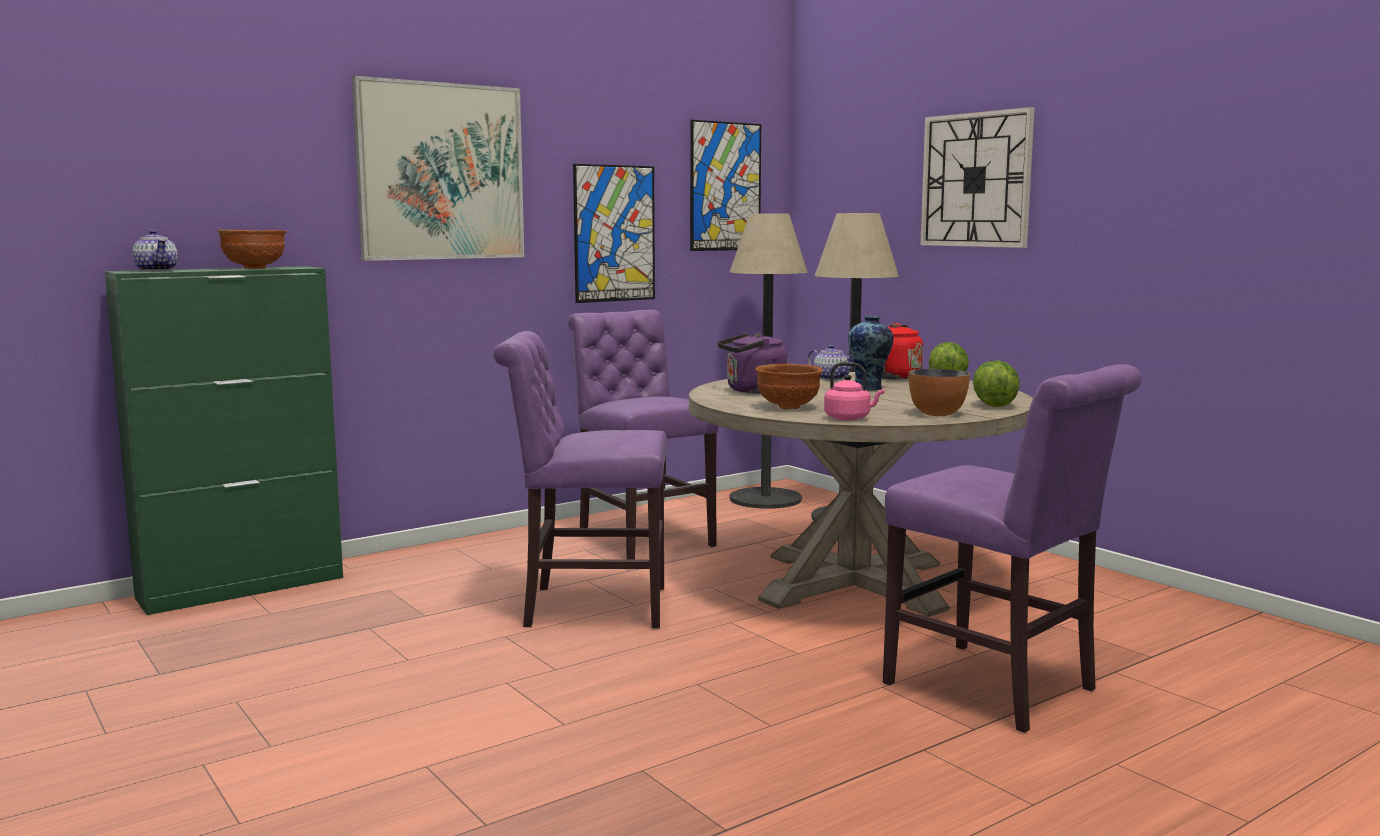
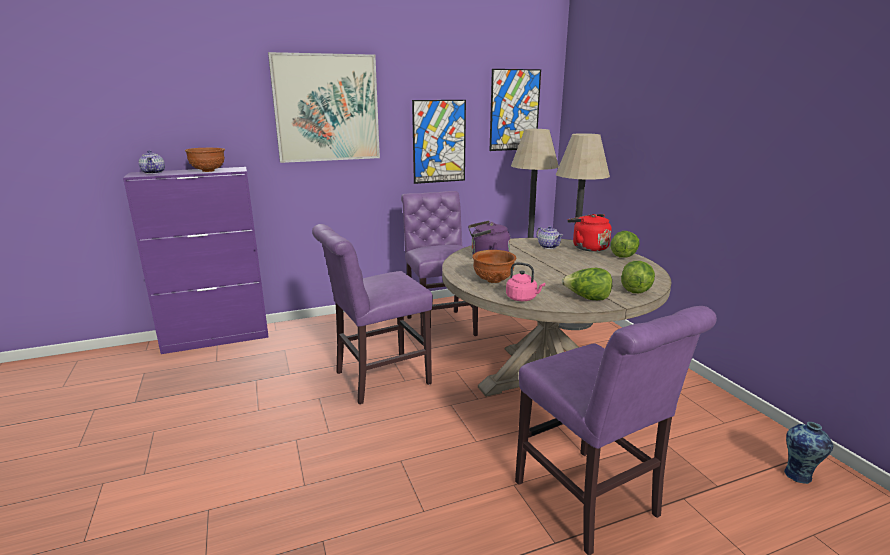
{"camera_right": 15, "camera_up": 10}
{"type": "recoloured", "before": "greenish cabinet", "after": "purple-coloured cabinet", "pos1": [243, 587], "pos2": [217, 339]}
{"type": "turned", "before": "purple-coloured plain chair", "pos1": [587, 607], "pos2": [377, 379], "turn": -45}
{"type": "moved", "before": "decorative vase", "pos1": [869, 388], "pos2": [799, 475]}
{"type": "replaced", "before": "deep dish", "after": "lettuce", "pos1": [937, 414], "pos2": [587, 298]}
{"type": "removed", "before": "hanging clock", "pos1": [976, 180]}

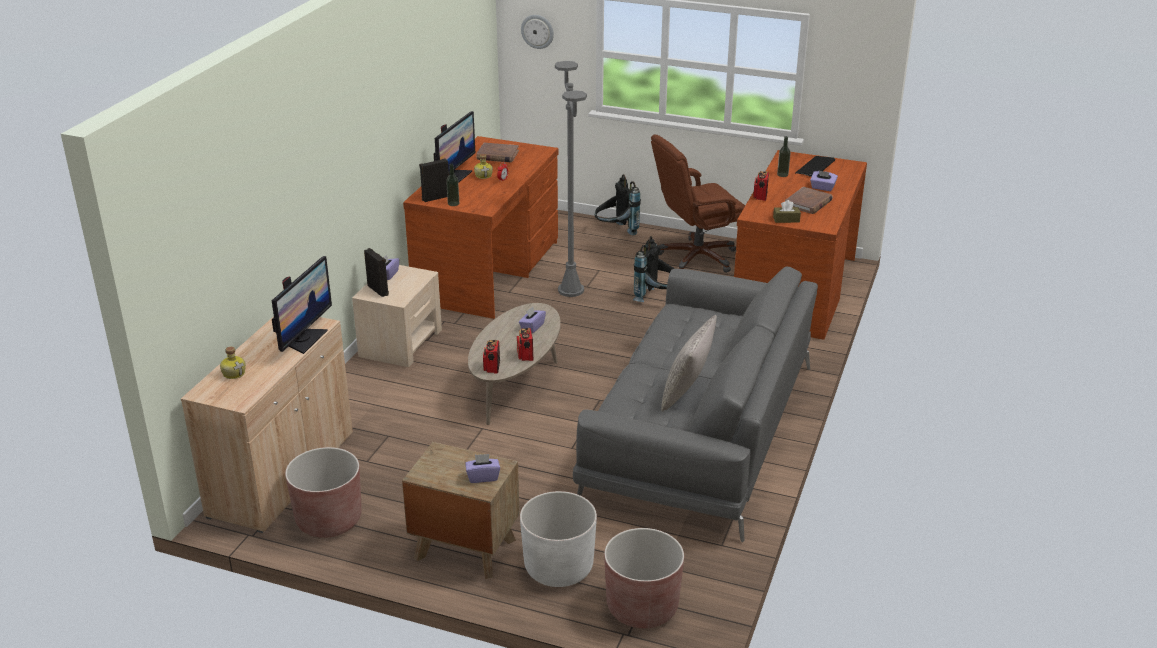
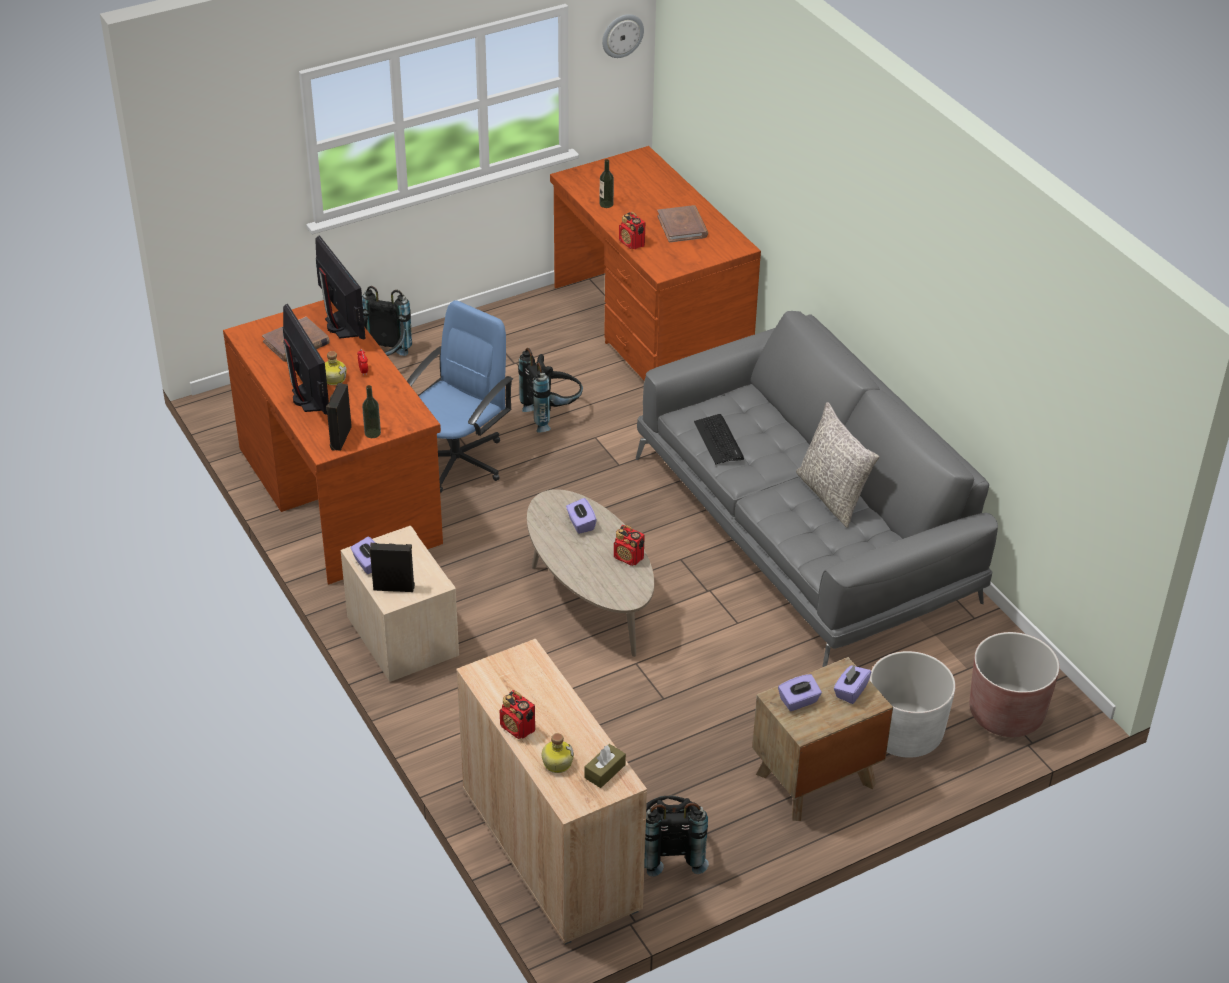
{"camera_right": -50, "camera_up": 10}
{"type": "moved", "before": "computer display", "pos1": [305, 339], "pos2": [340, 326]}
{"type": "replaced", "before": "brownish planter", "after": "blackish knapsack", "pos1": [329, 520], "pos2": [670, 851]}
{"type": "moved", "before": "radio set", "pos1": [492, 368], "pos2": [518, 728]}
{"type": "moved", "before": "hanging clock", "pos1": [537, 31], "pos2": [622, 35]}
{"type": "replaced", "before": "grey standing lamp", "after": "blue-coloured office chair", "pos1": [571, 290], "pos2": [458, 460]}
{"type": "removed", "before": "brownish office chair", "pos1": [697, 258]}
{"type": "moved", "before": "brownish tissue holder", "pos1": [786, 219], "pos2": [605, 771]}
{"type": "moved", "before": "PC keyboard", "pos1": [815, 167], "pos2": [719, 440]}
{"type": "moved", "before": "purple-coloured tissue holder", "pos1": [822, 188], "pos2": [799, 701]}

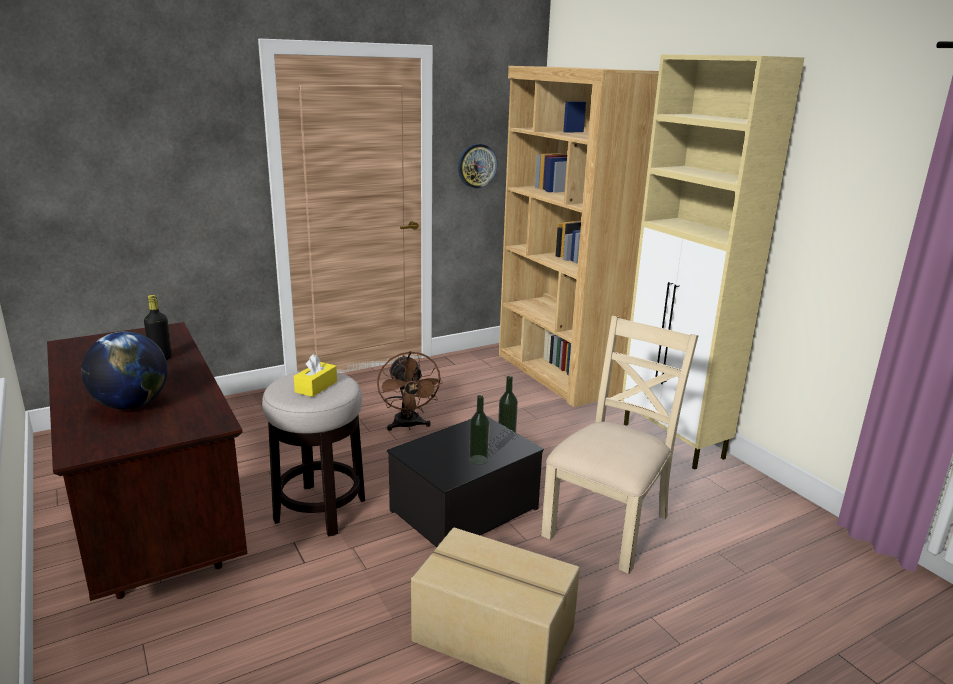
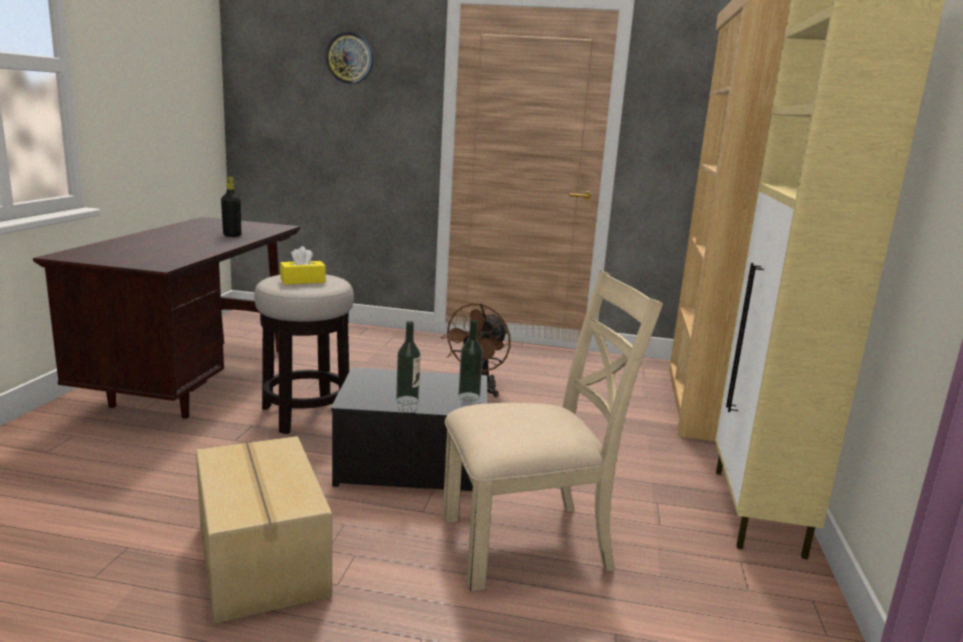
{"camera_right": 40, "camera_up": -5}
{"type": "removed", "before": "world globe", "pos1": [131, 405]}
{"type": "moved", "before": "hanging clock", "pos1": [477, 166], "pos2": [350, 58]}

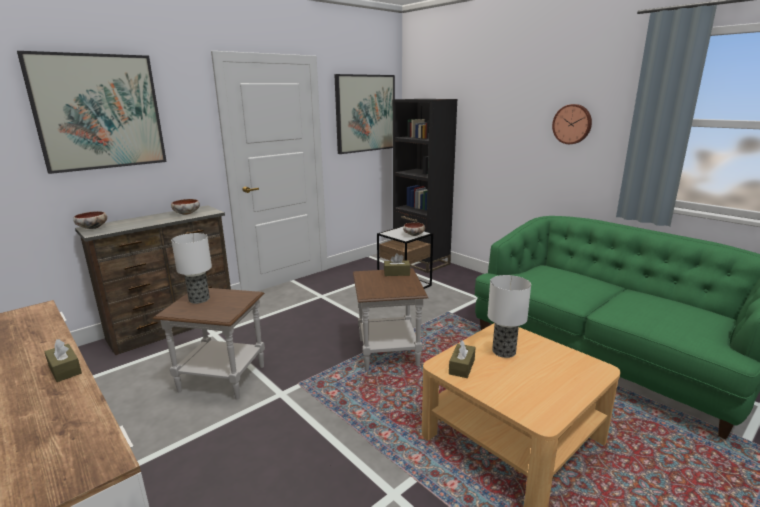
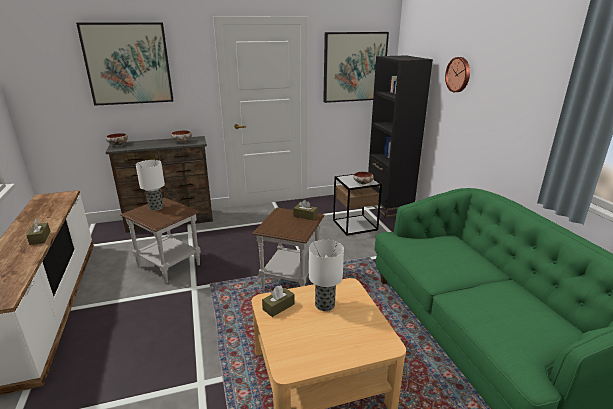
{"camera_right": 25, "camera_up": 5}
{"type": "moved", "before": "hanging clock", "pos1": [572, 124], "pos2": [458, 74]}

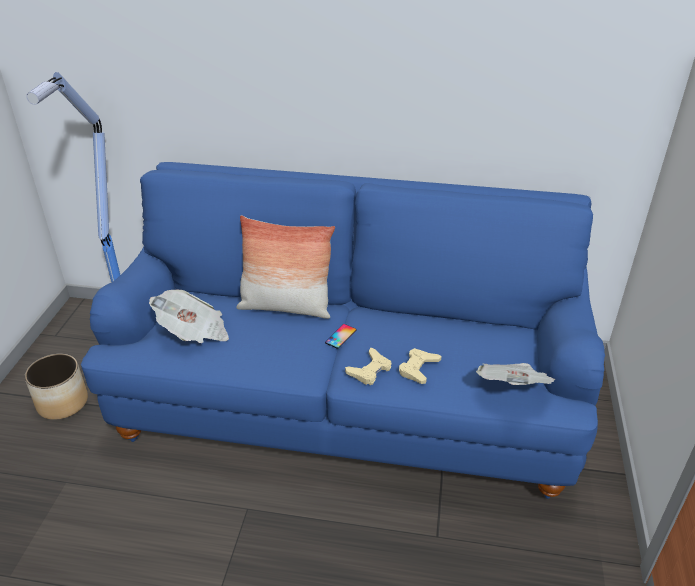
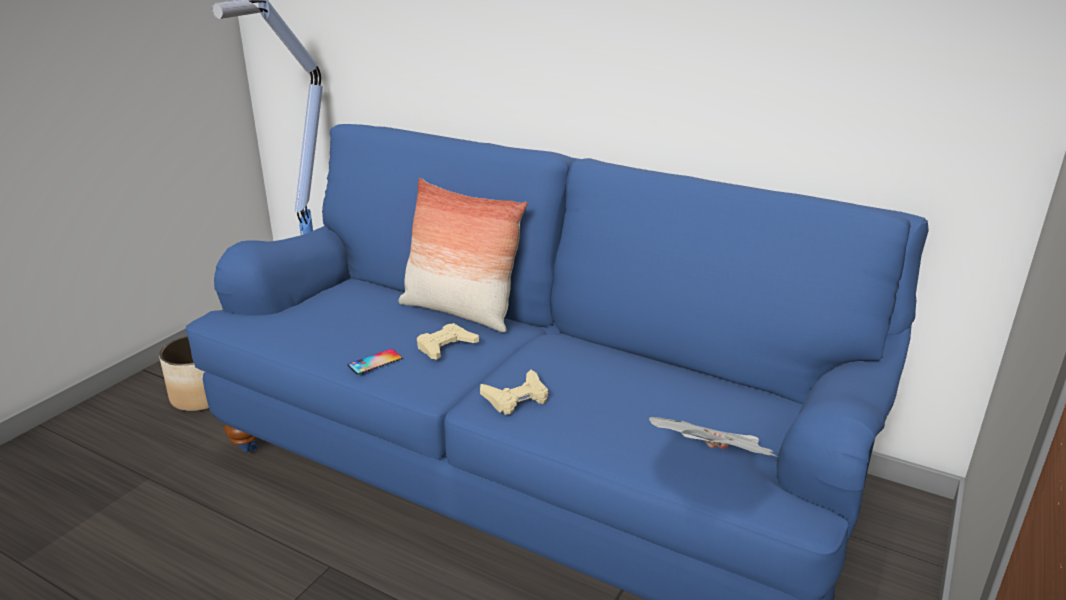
{"camera_right": 20, "camera_up": -10}
{"type": "removed", "before": "newspaper", "pos1": [194, 332]}
{"type": "moved", "before": "handset", "pos1": [340, 336], "pos2": [375, 362]}
{"type": "moved", "before": "beige-coloured joypad", "pos1": [418, 369], "pos2": [446, 346]}

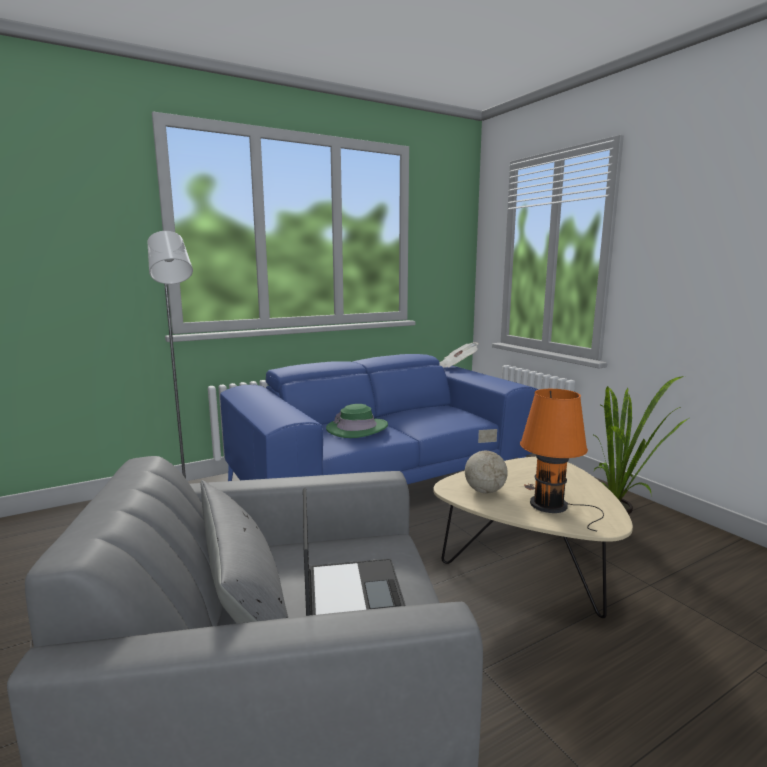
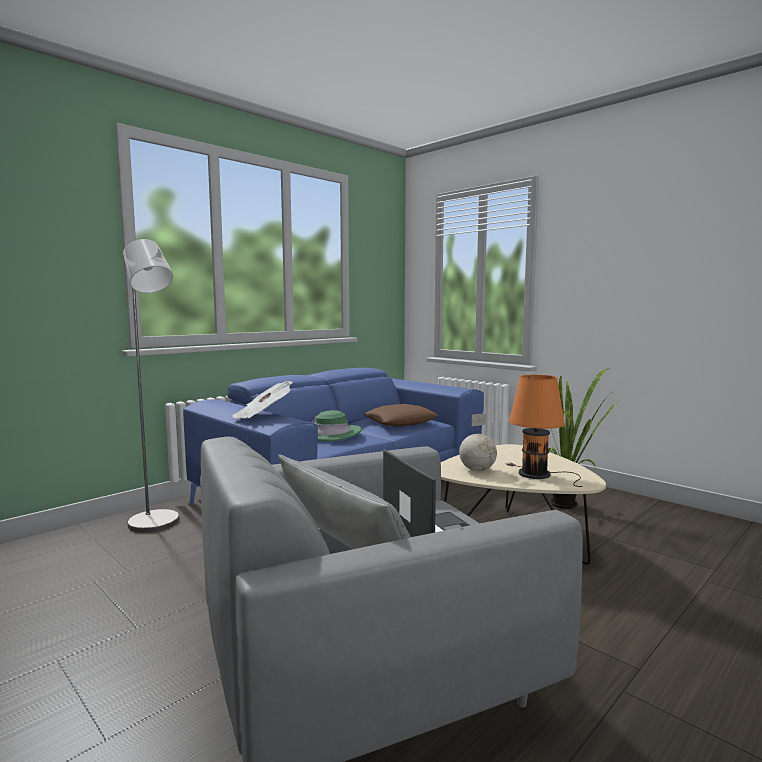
{"camera_right": -15, "camera_up": -5}
{"type": "moved", "before": "newspaper", "pos1": [456, 366], "pos2": [263, 416]}
{"type": "added", "after": "brownish cushion", "pos2": [400, 422]}

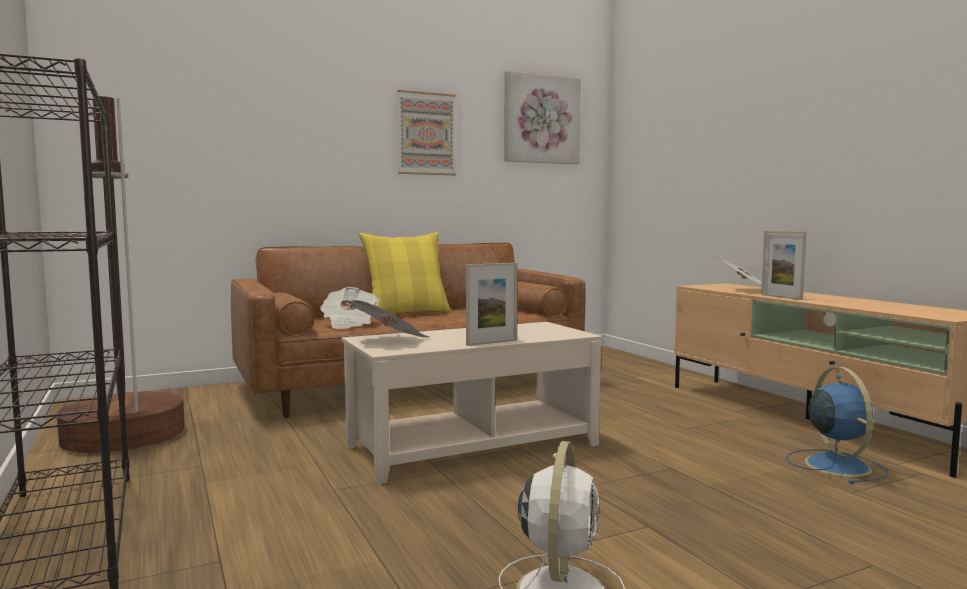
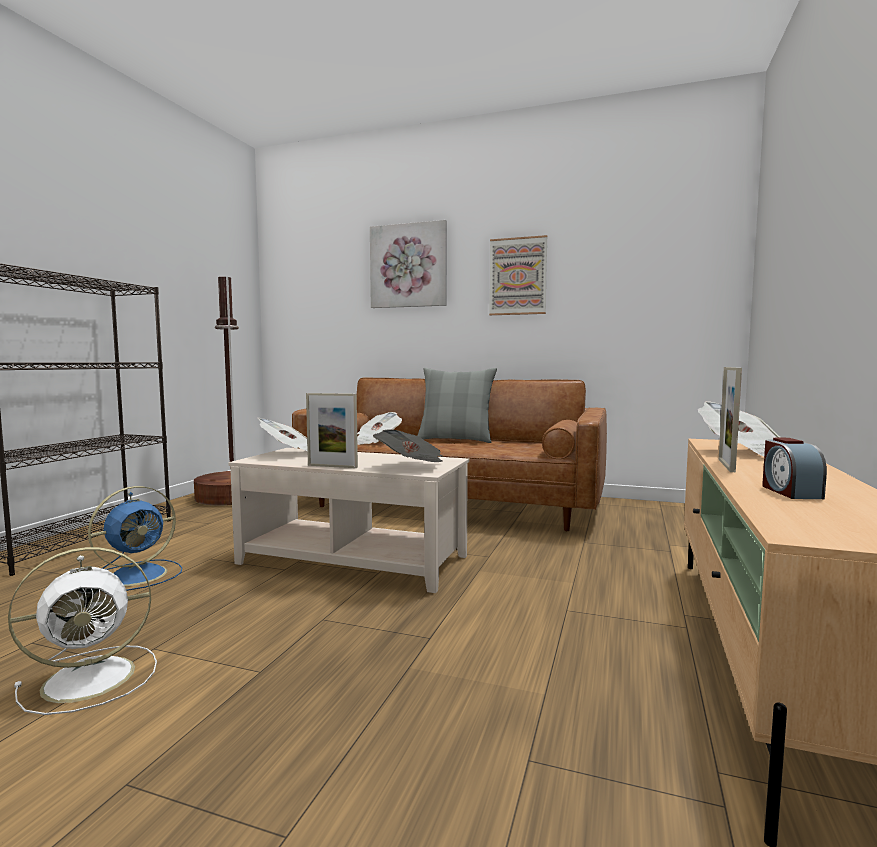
{"camera_right": 45, "camera_up": 0}
{"type": "recoloured", "before": "yellow-coloured cushion", "after": "grey cushion", "pos1": [407, 313], "pos2": [455, 440]}
{"type": "moved", "before": "picture", "pos1": [541, 119], "pos2": [409, 266]}
{"type": "moved", "before": "blue-coloured fan", "pos1": [835, 465], "pos2": [140, 575]}
{"type": "added", "after": "newspaper", "pos2": [412, 467]}
{"type": "added", "after": "table clock", "pos2": [789, 492]}

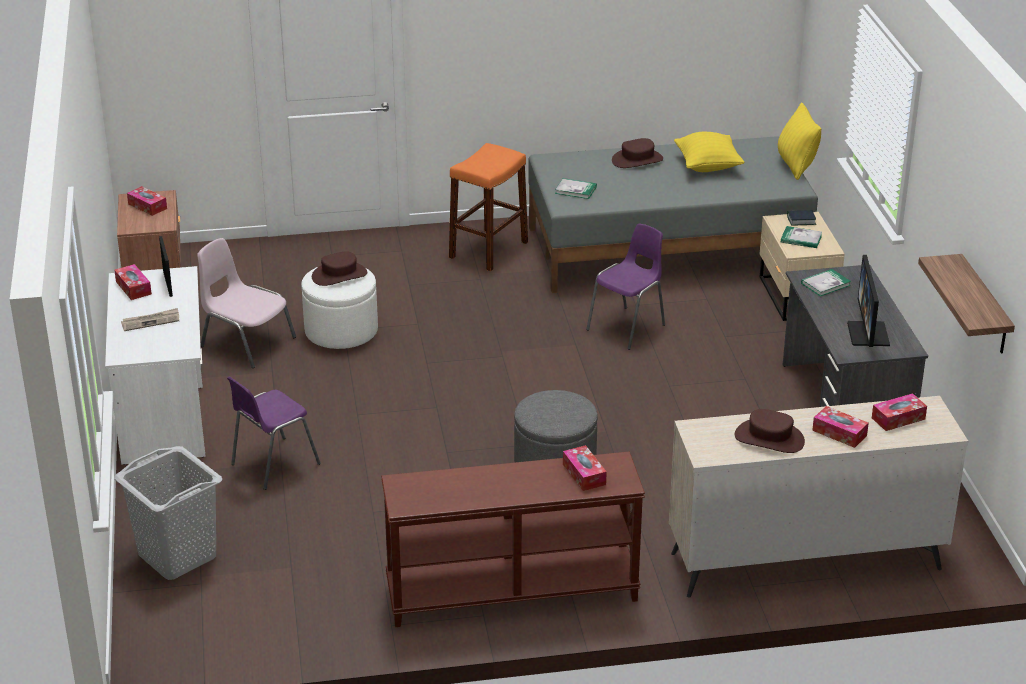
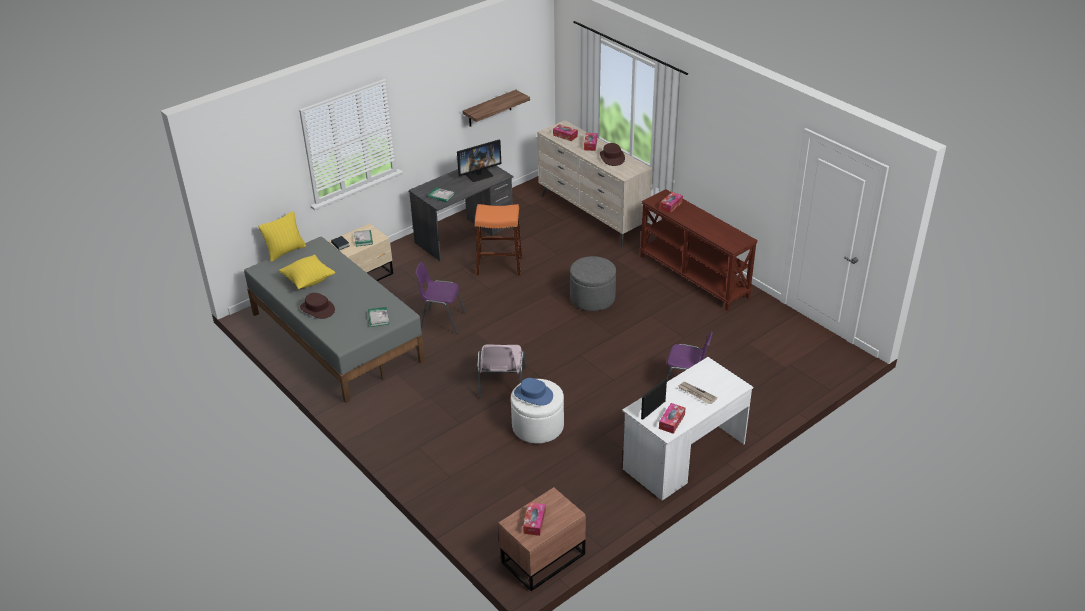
{"camera_right": -120, "camera_up": 5}
{"type": "removed", "before": "grey hamper", "pos1": [177, 556]}
{"type": "moved", "before": "pinkish plain chair", "pos1": [246, 342], "pos2": [501, 383]}
{"type": "recoloured", "before": "brownish hat", "after": "blue-coloured hat", "pos1": [339, 275], "pos2": [533, 395]}
{"type": "moved", "before": "orange sitting stool", "pos1": [488, 250], "pos2": [499, 265]}

